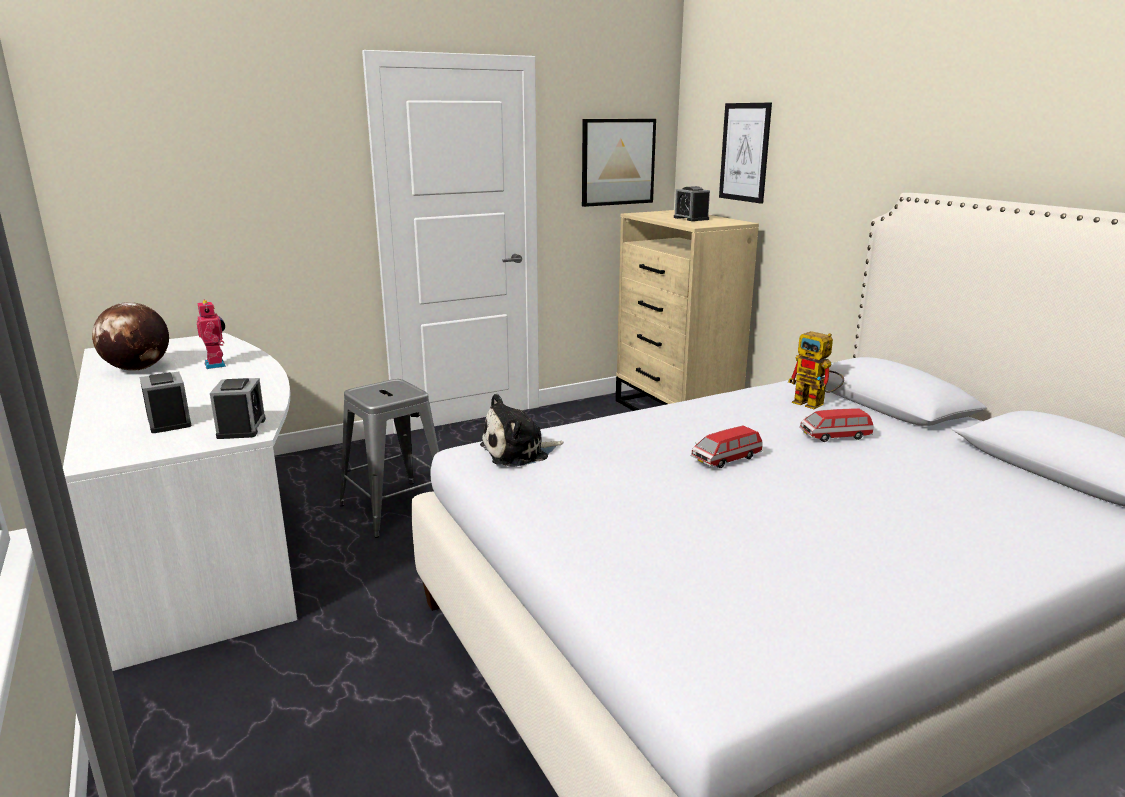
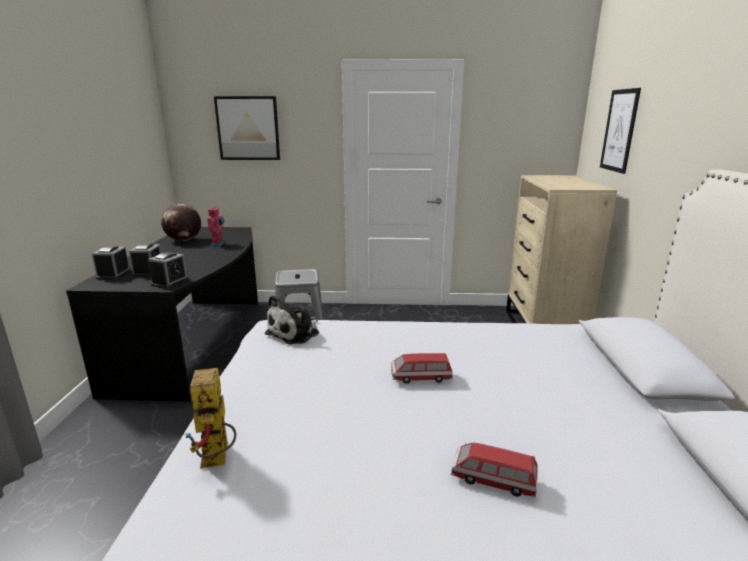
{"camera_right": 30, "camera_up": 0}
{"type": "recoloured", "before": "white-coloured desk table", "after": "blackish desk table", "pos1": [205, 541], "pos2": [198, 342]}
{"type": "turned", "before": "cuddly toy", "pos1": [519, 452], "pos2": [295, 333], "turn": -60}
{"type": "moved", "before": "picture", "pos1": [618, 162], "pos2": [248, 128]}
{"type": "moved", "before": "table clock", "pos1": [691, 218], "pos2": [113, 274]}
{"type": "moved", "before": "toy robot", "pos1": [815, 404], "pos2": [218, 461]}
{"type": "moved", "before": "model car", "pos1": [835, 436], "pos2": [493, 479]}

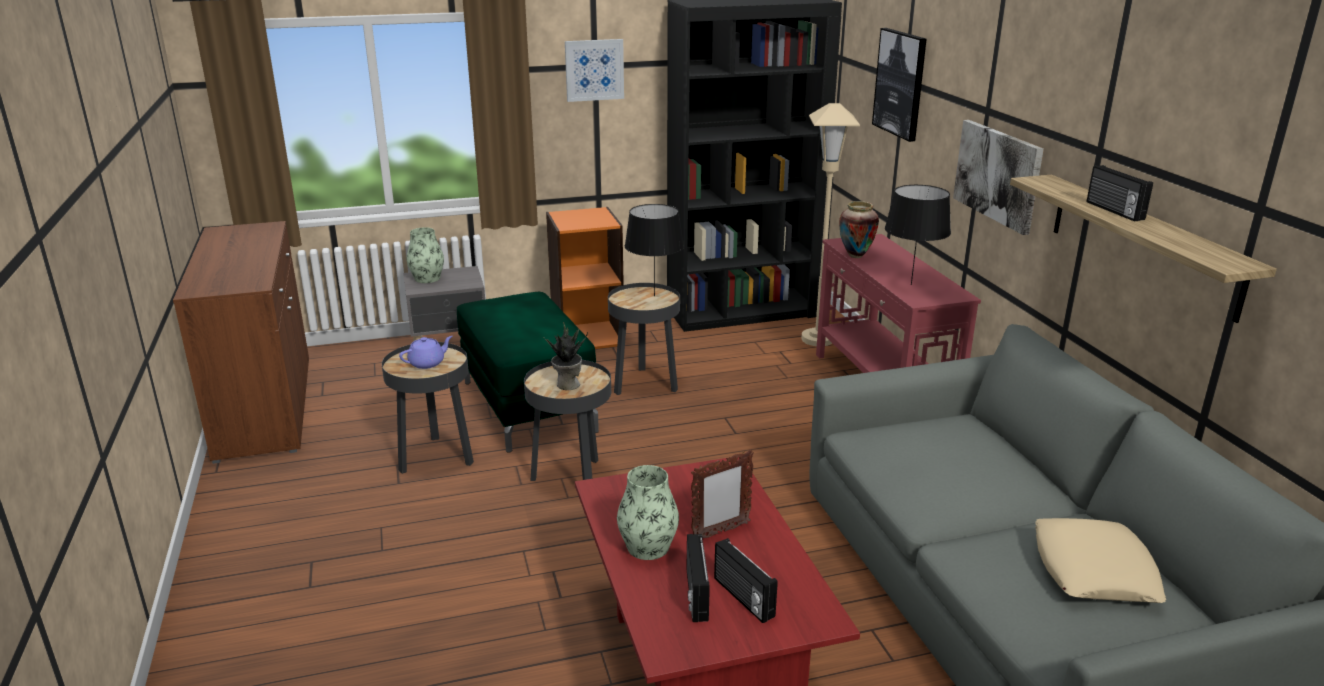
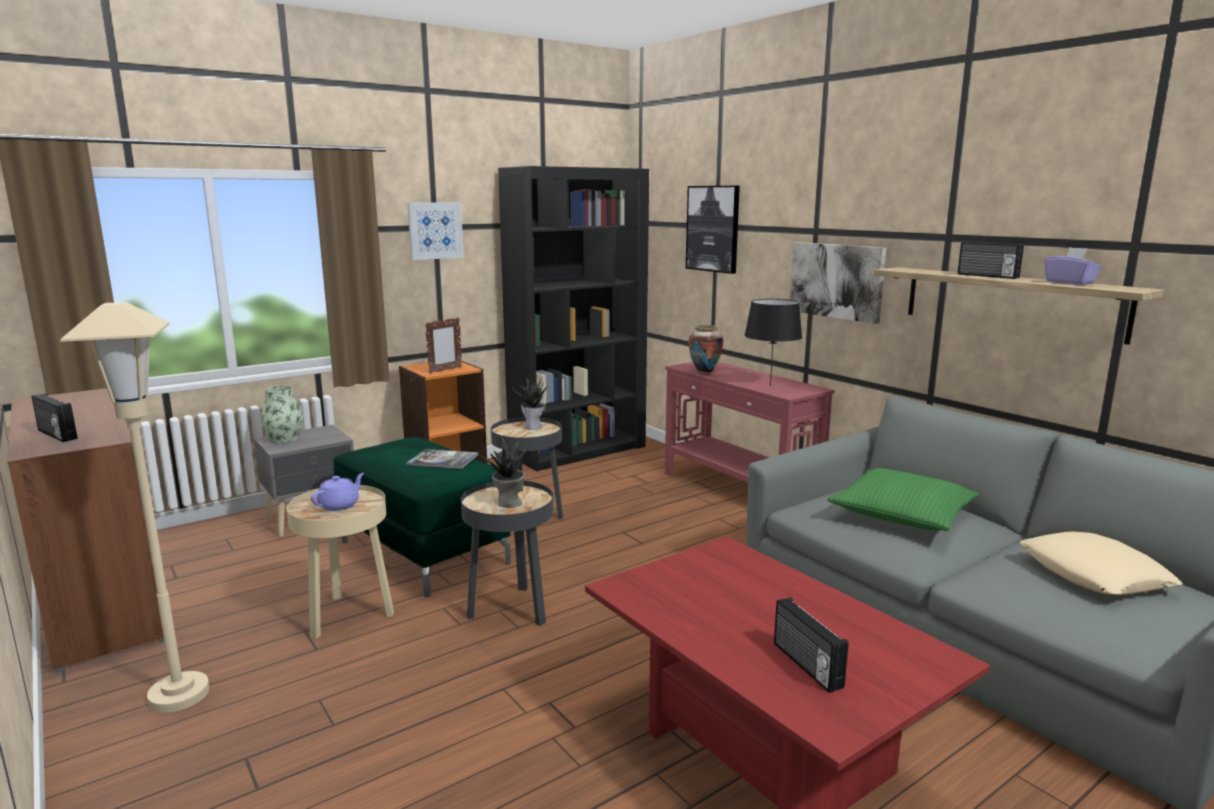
{"camera_right": -20, "camera_up": -10}
{"type": "recoloured", "before": "blackish side table", "after": "beige-coloured side table", "pos1": [435, 457], "pos2": [347, 616]}
{"type": "removed", "before": "decorative vase", "pos1": [648, 546]}
{"type": "replaced", "before": "blackish table lamp", "after": "houseplant", "pos1": [654, 296], "pos2": [533, 427]}
{"type": "moved", "before": "picture frame", "pos1": [720, 532], "pos2": [445, 370]}
{"type": "moved", "before": "radio set", "pos1": [742, 598], "pos2": [55, 435]}
{"type": "moved", "before": "beige-coloured standing lamp", "pos1": [817, 339], "pos2": [179, 694]}
{"type": "added", "after": "bound book", "pos2": [443, 460]}
{"type": "added", "after": "greenish cushion", "pos2": [902, 514]}
{"type": "added", "after": "purple-coloured tissue holder", "pos2": [1070, 283]}

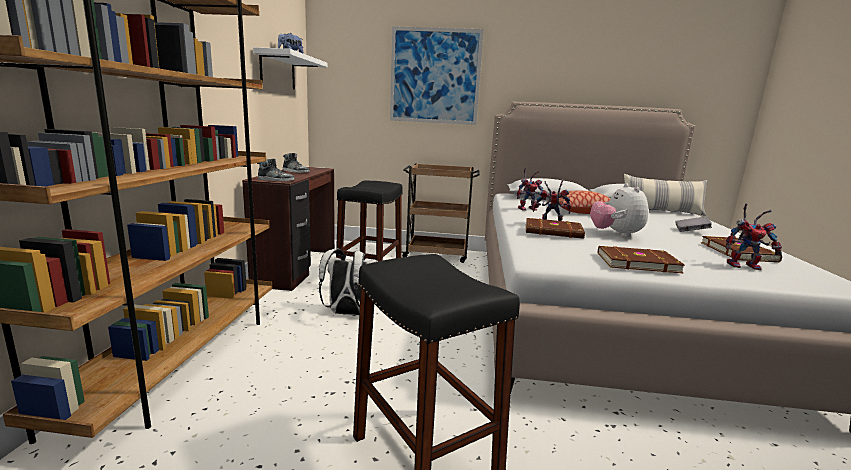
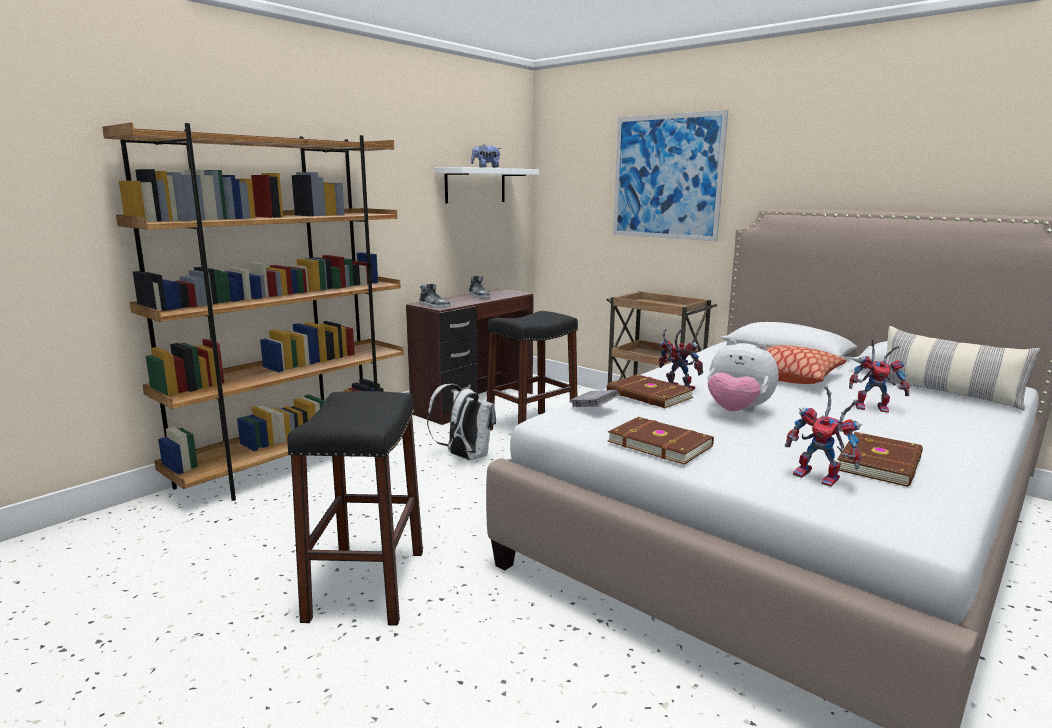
{"camera_right": 35, "camera_up": 0}
{"type": "moved", "before": "toy robot", "pos1": [528, 209], "pos2": [874, 407]}
{"type": "turned", "before": "cuddly toy", "pos1": [615, 234], "pos2": [737, 411], "turn": -90}
{"type": "moved", "before": "grey bound book", "pos1": [691, 231], "pos2": [593, 409]}

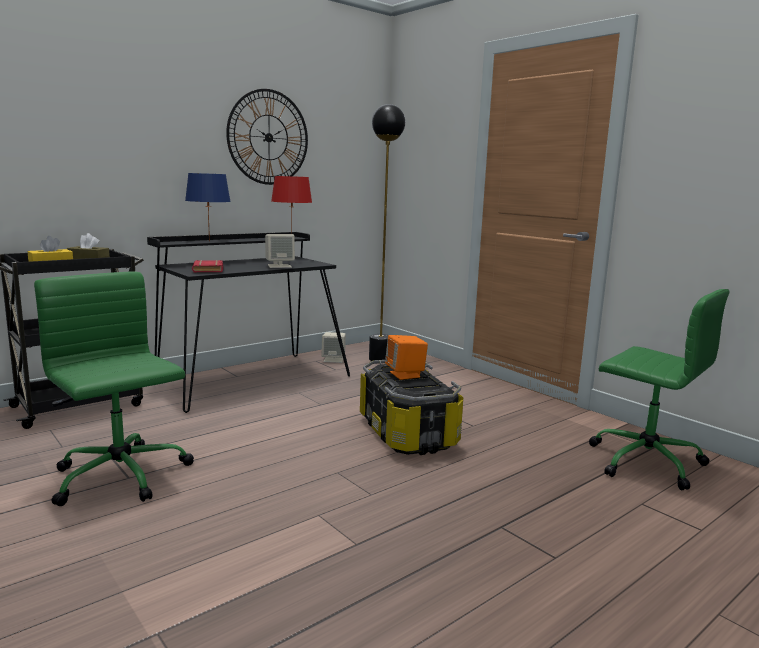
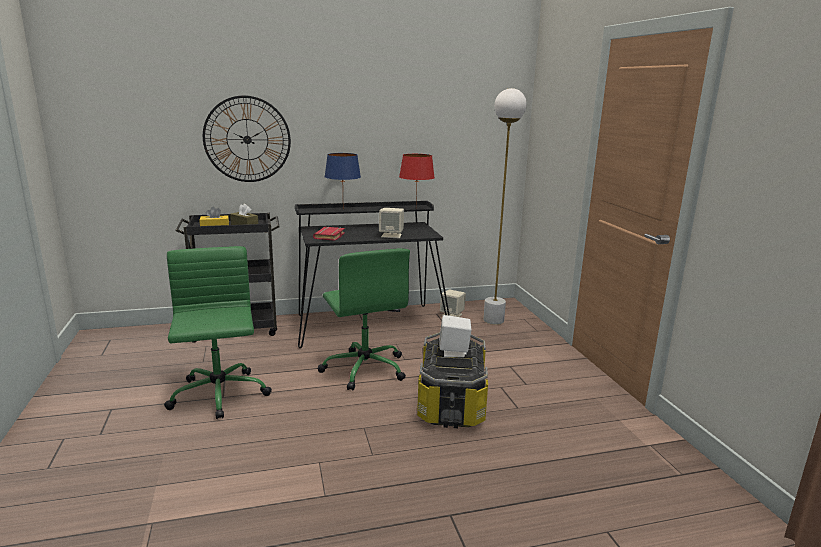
{"camera_right": 25, "camera_up": 5}
{"type": "moved", "before": "hanging clock", "pos1": [268, 137], "pos2": [247, 139]}
{"type": "recoloured", "before": "blackish standing lamp", "after": "white-coloured standing lamp", "pos1": [379, 359], "pos2": [493, 320]}
{"type": "recoloured", "before": "orange speaker", "after": "white-coloured speaker", "pos1": [405, 374], "pos2": [454, 352]}
{"type": "moved", "before": "greenish office chair", "pos1": [644, 461], "pos2": [364, 368]}

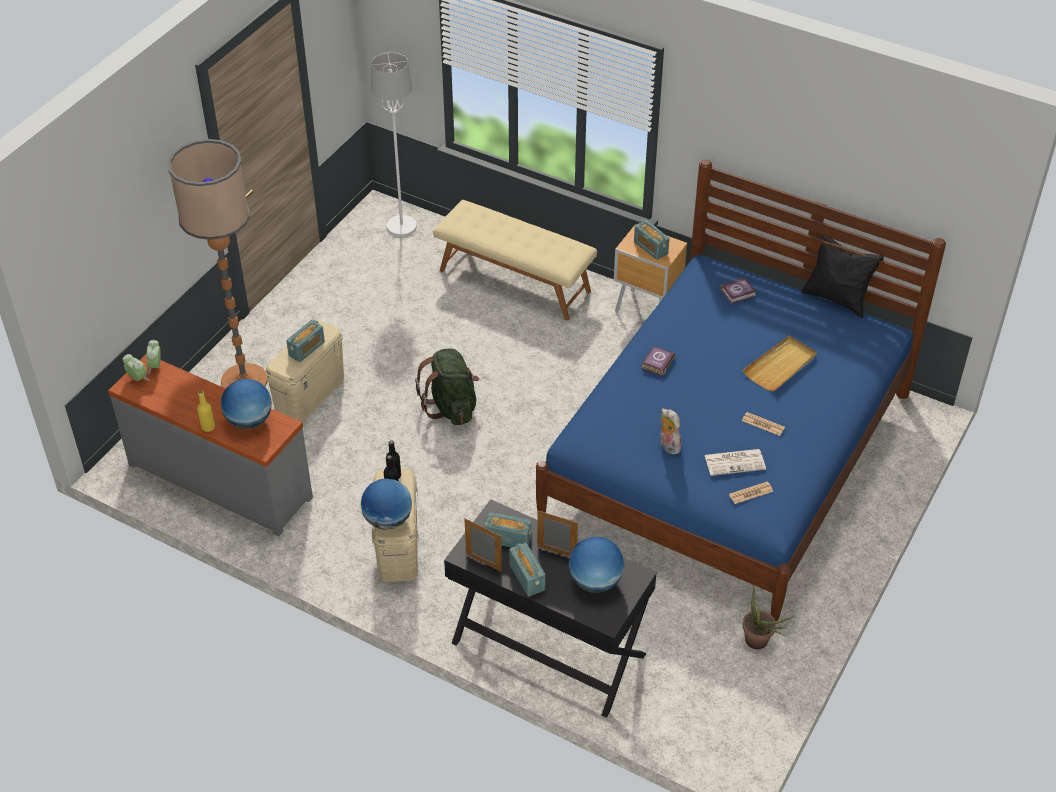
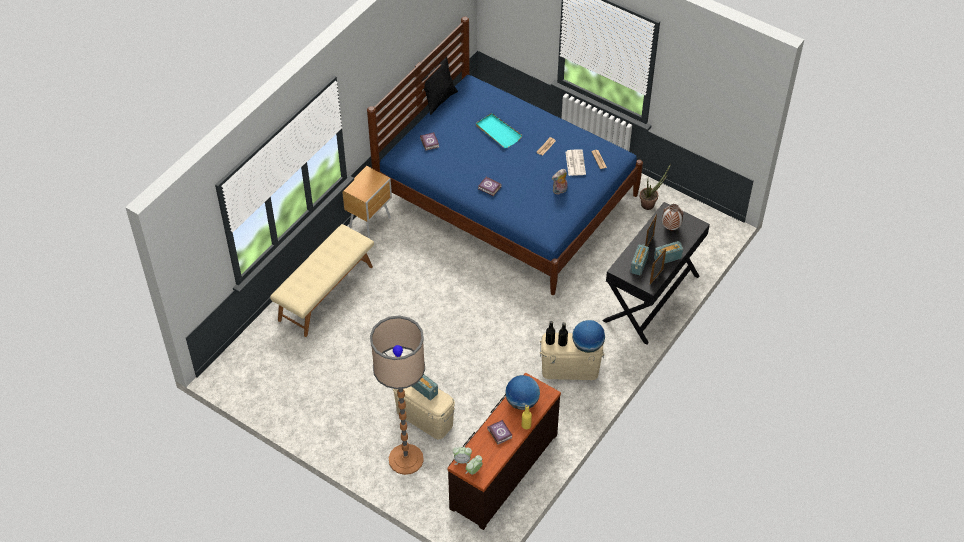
{"camera_right": -85, "camera_up": 5}
{"type": "recoloured", "before": "grey drawer chest", "after": "brownish drawer chest", "pos1": [221, 479], "pos2": [502, 470]}
{"type": "removed", "before": "white-coloured standing lamp", "pos1": [401, 226]}
{"type": "removed", "before": "greenish knapsack", "pos1": [451, 407]}
{"type": "replaced", "before": "world globe", "after": "decorative vase", "pos1": [595, 581], "pos2": [670, 228]}
{"type": "removed", "before": "radio set", "pos1": [650, 248]}
{"type": "recoloured", "before": "beige-coloured carrying tray", "after": "blue-green carrying tray", "pos1": [780, 366], "pos2": [498, 132]}
{"type": "added", "after": "bound book", "pos2": [500, 432]}

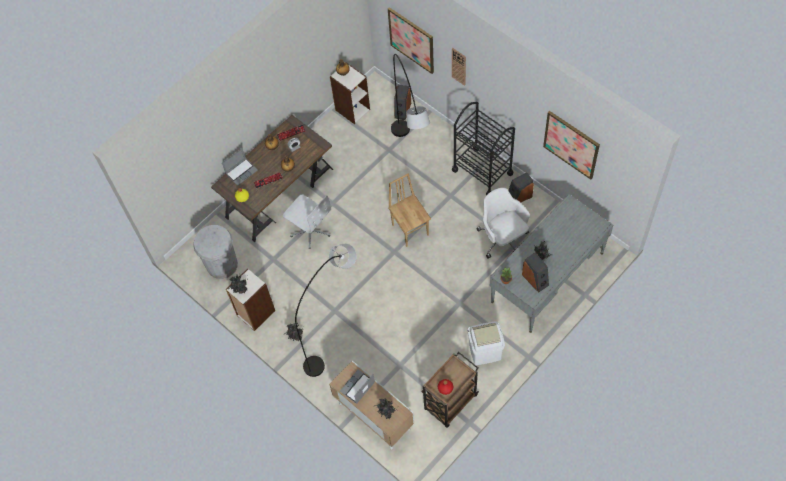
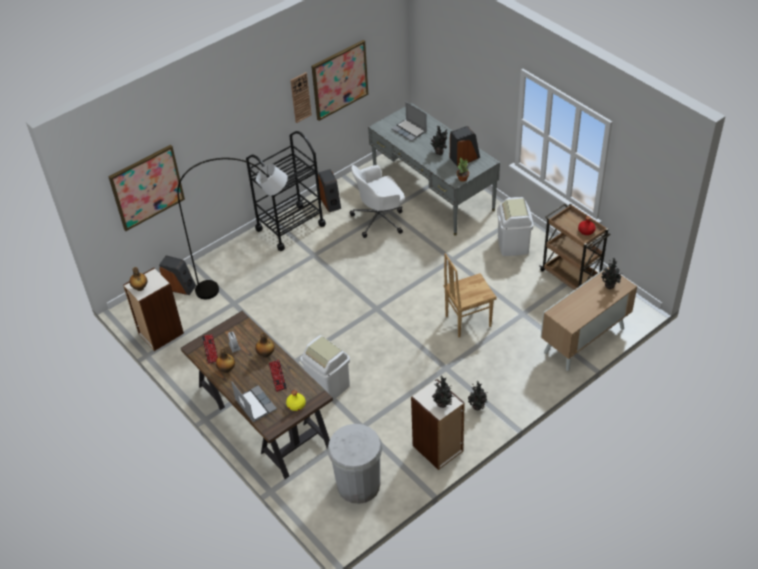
{"camera_right": -85, "camera_up": -15}
{"type": "replaced", "before": "white-coloured office chair", "after": "white-coloured trash can", "pos1": [310, 230], "pos2": [328, 385]}
{"type": "removed", "before": "grey standing lamp", "pos1": [335, 334]}
{"type": "moved", "before": "notebook computer", "pos1": [357, 387], "pos2": [409, 131]}
{"type": "moved", "before": "brownish plain chair", "pos1": [410, 229], "pos2": [467, 321]}
{"type": "moved", "before": "hanging clock", "pos1": [459, 66], "pos2": [300, 97]}

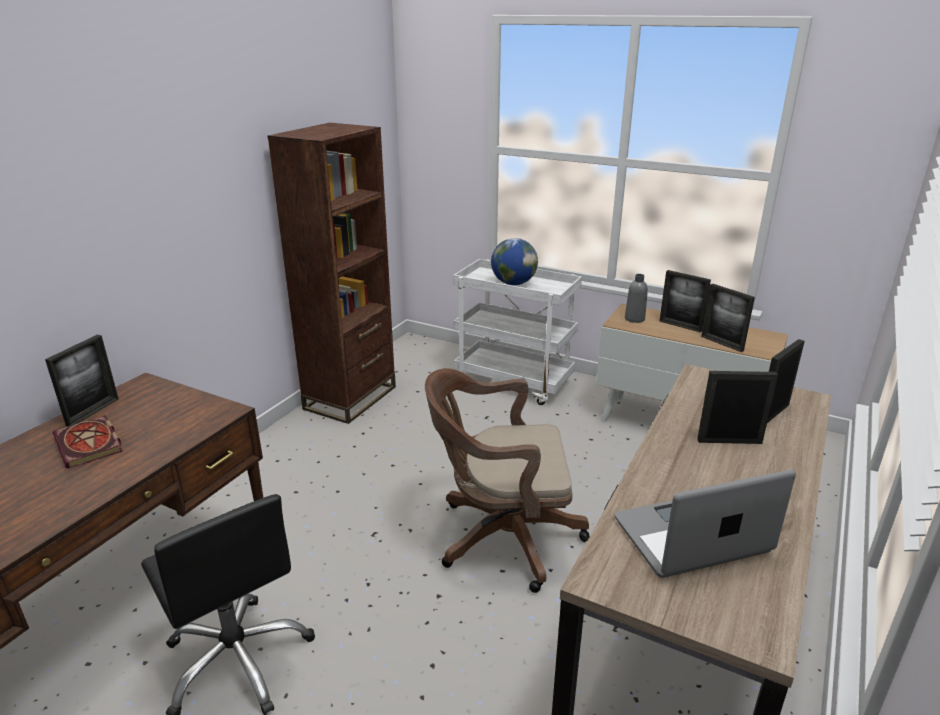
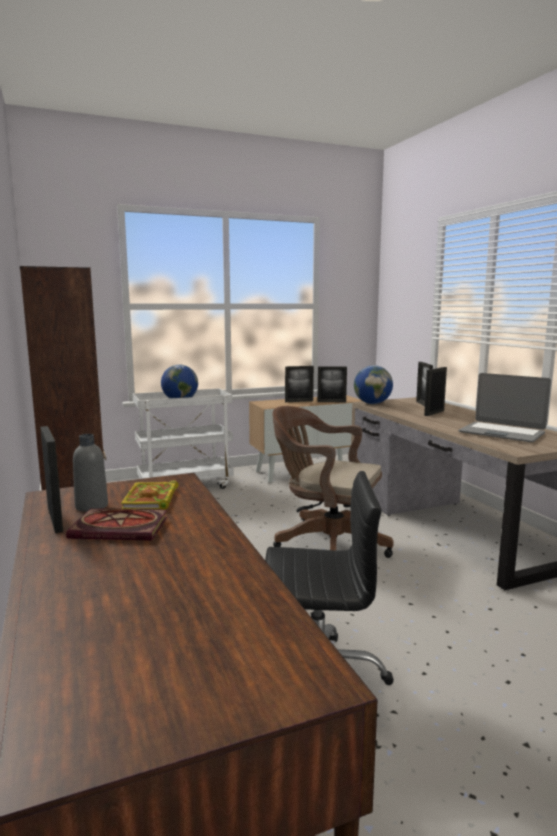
{"camera_right": -50, "camera_up": -15}
{"type": "turned", "before": "brownish office chair", "pos1": [501, 537], "pos2": [326, 543], "turn": 75}
{"type": "turned", "before": "notebook computer", "pos1": [692, 537], "pos2": [501, 433], "turn": -75}
{"type": "moved", "before": "grey drink bottle", "pos1": [634, 319], "pos2": [91, 506]}
{"type": "added", "after": "bound book", "pos2": [151, 500]}
{"type": "added", "after": "world globe", "pos2": [372, 403]}

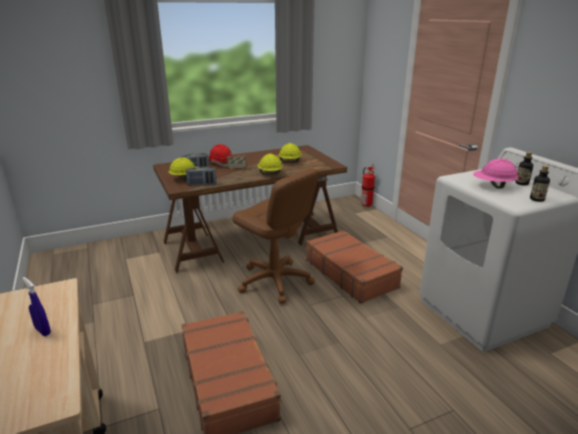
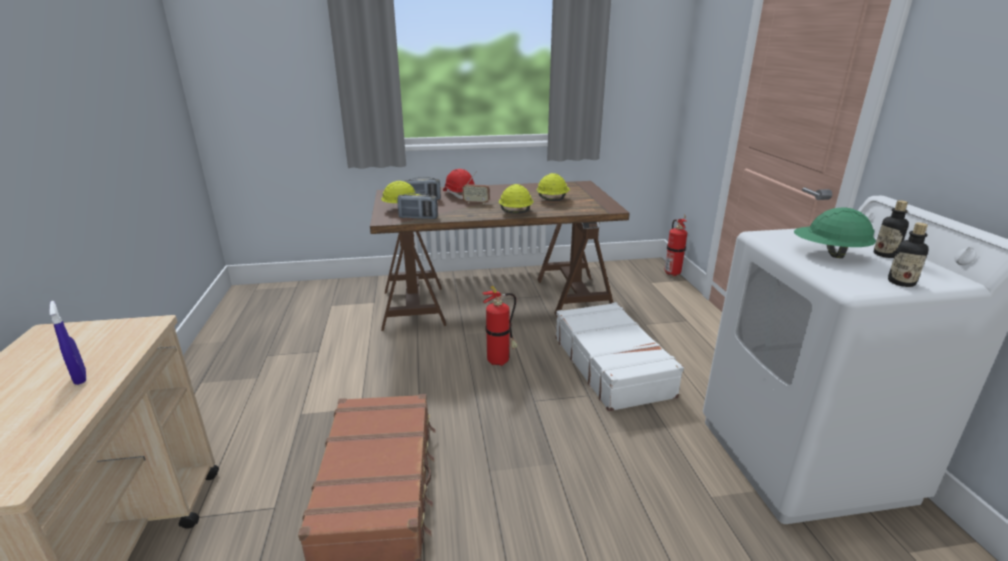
{"camera_right": 15, "camera_up": 0}
{"type": "replaced", "before": "brownish office chair", "after": "fire extinguisher", "pos1": [274, 281], "pos2": [500, 361]}
{"type": "recoloured", "before": "brownish travel case", "after": "white-coloured travel case", "pos1": [351, 273], "pos2": [612, 365]}
{"type": "recoloured", "before": "pinkish hard hat", "after": "greenish hard hat", "pos1": [493, 186], "pos2": [828, 254]}

